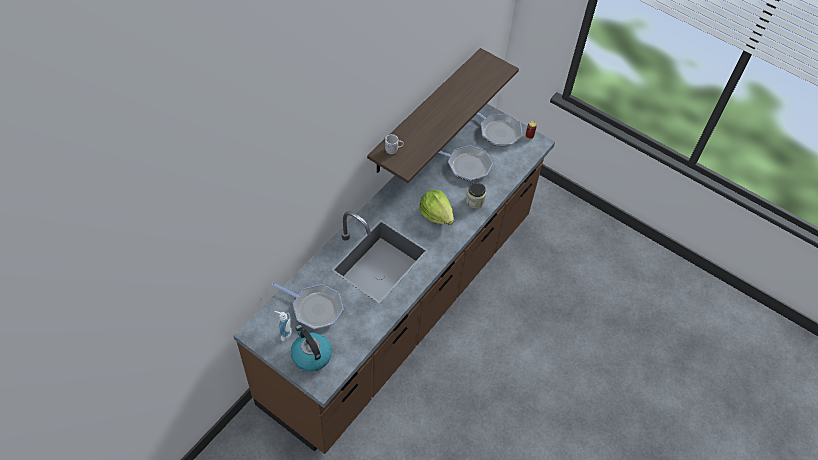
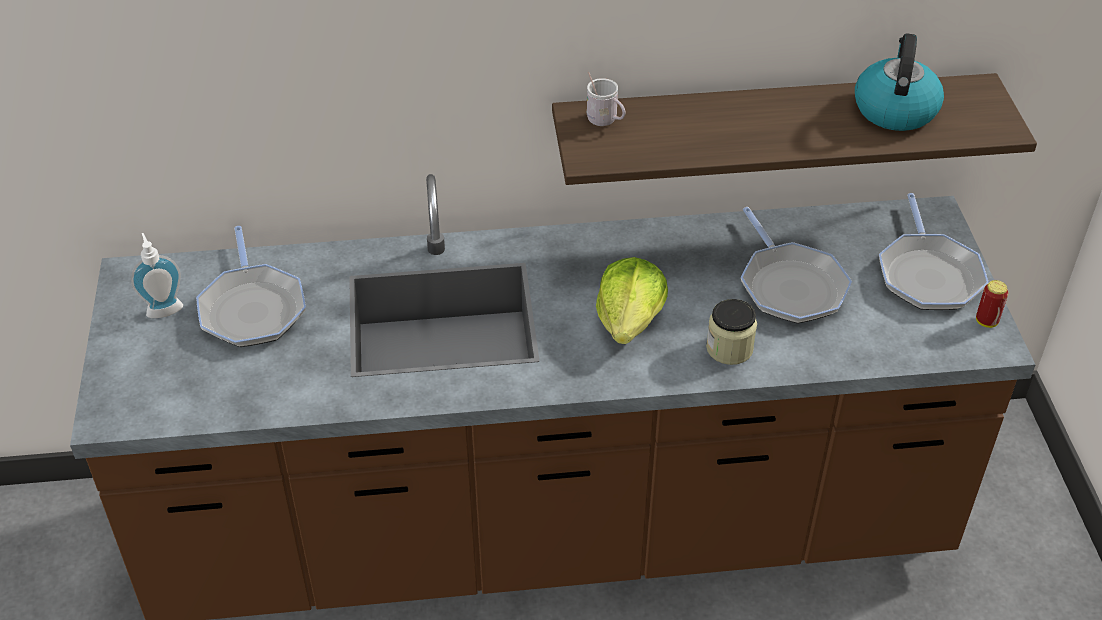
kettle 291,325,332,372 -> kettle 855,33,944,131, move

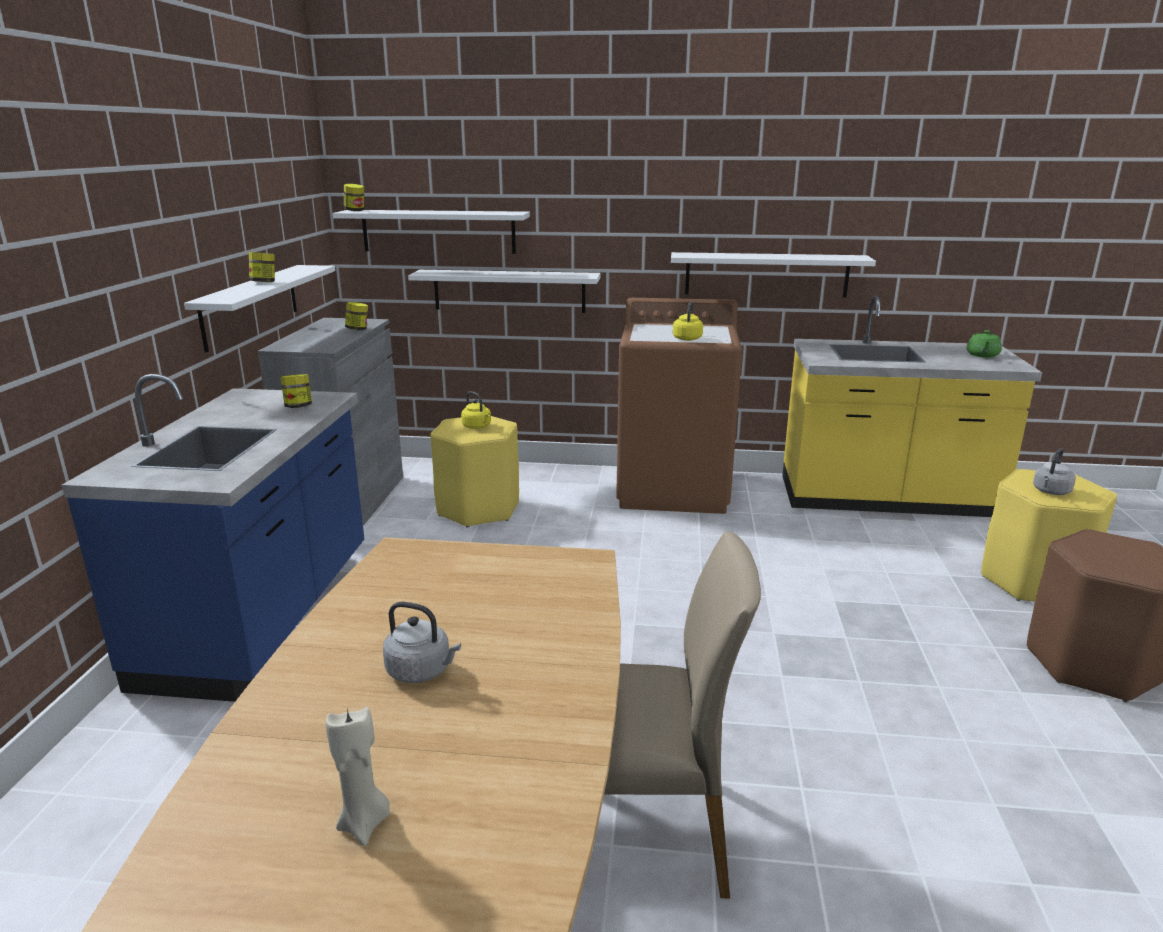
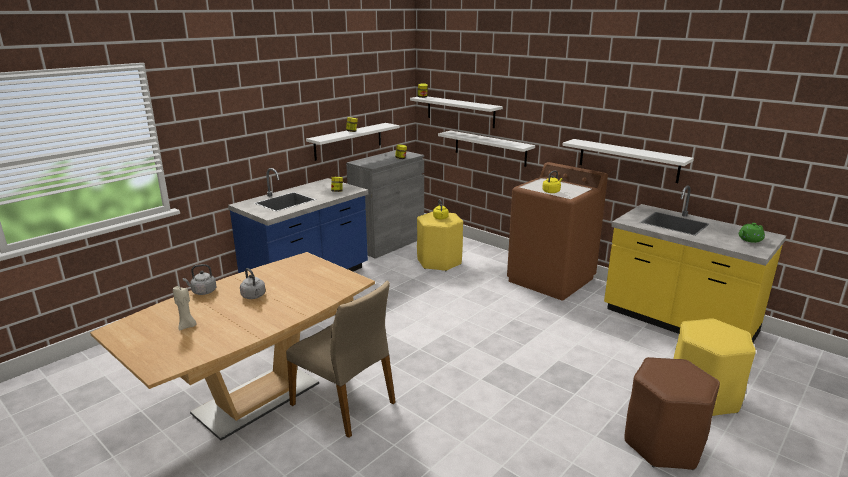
greyish kettle 1033,448,1076,495 -> greyish kettle 183,264,217,295, move

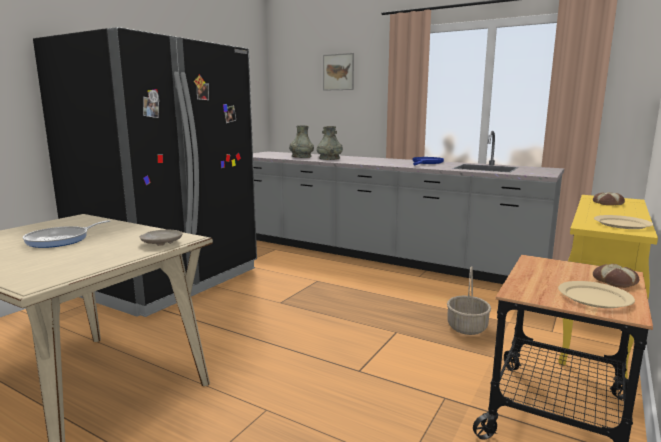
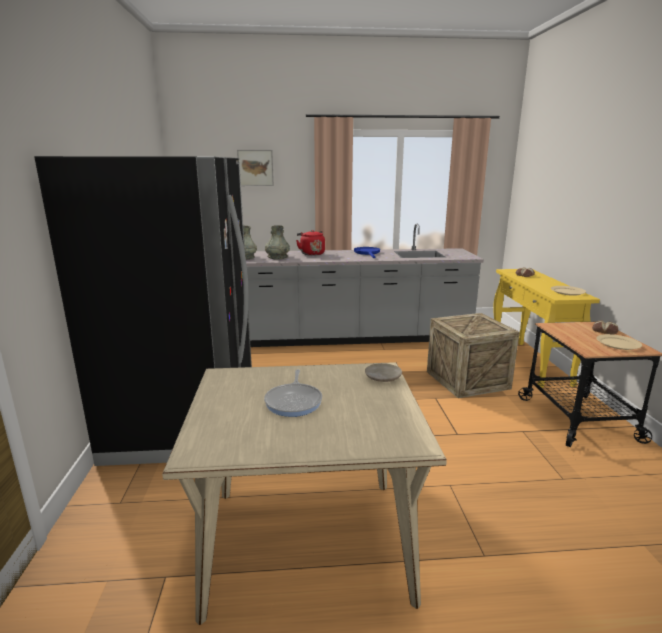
storage basket 447,266,491,335 -> crate 427,313,520,398
none -> red kettle 296,230,325,256

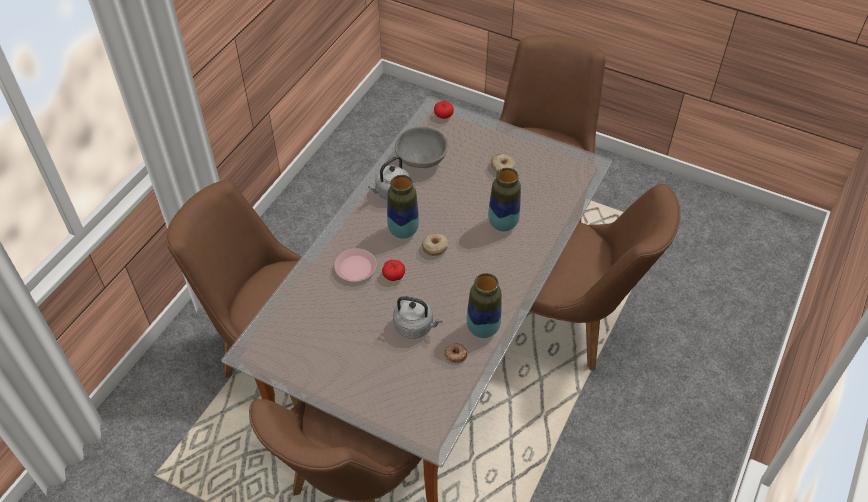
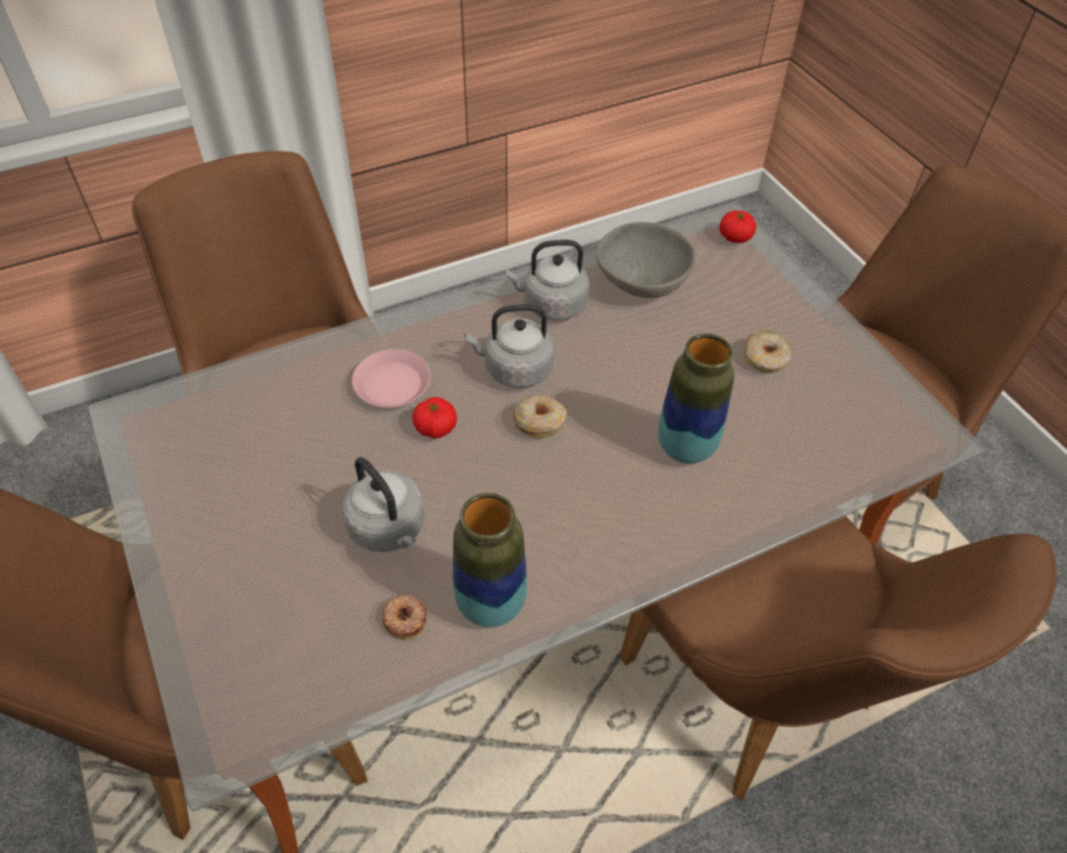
vase 387,175,419,239 -> greyish kettle 464,304,554,388

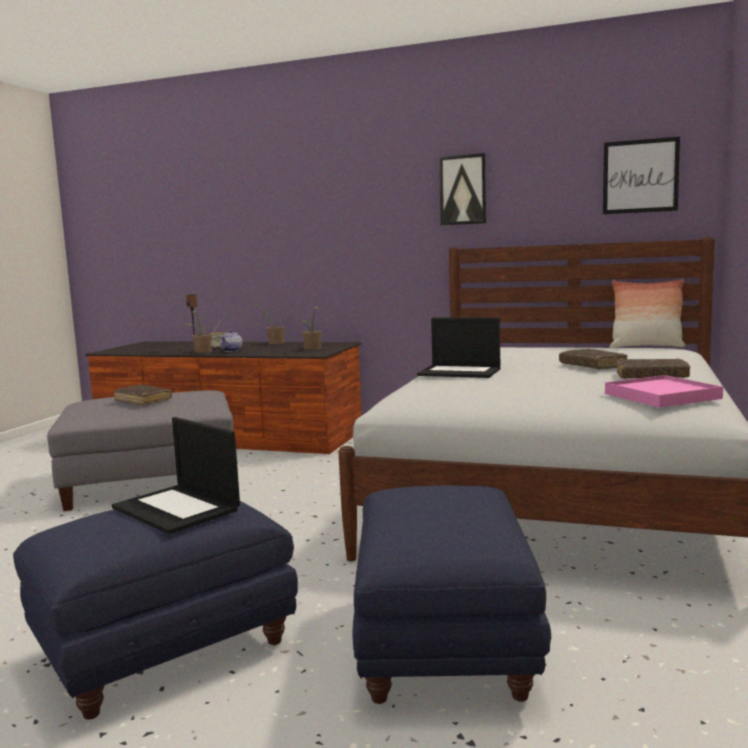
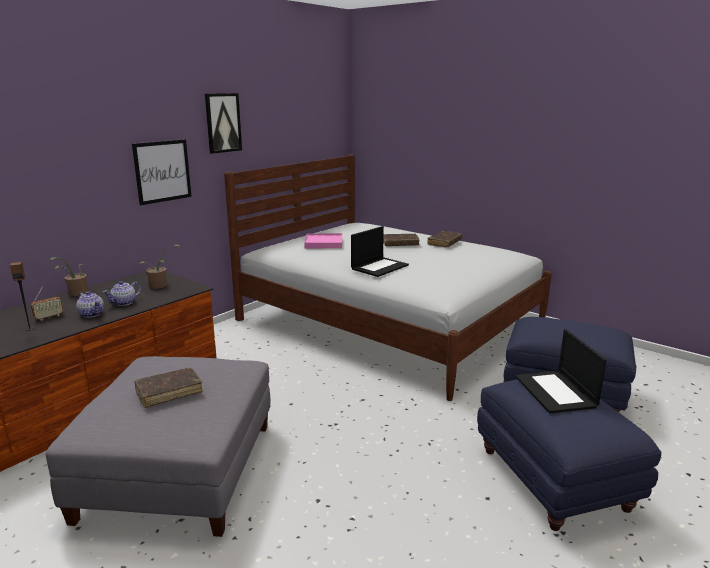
wall picture 603,137,680,214 -> wall picture 132,139,192,205, move
cushion 610,280,685,348 -> none
plant in a pot 187,311,212,353 -> none
pinkish serving tray 605,375,723,408 -> pinkish serving tray 304,233,342,248, move
portable computer 112,417,240,534 -> portable computer 515,329,607,414, 105 degrees clockwise
none -> pot for tea 103,281,141,306

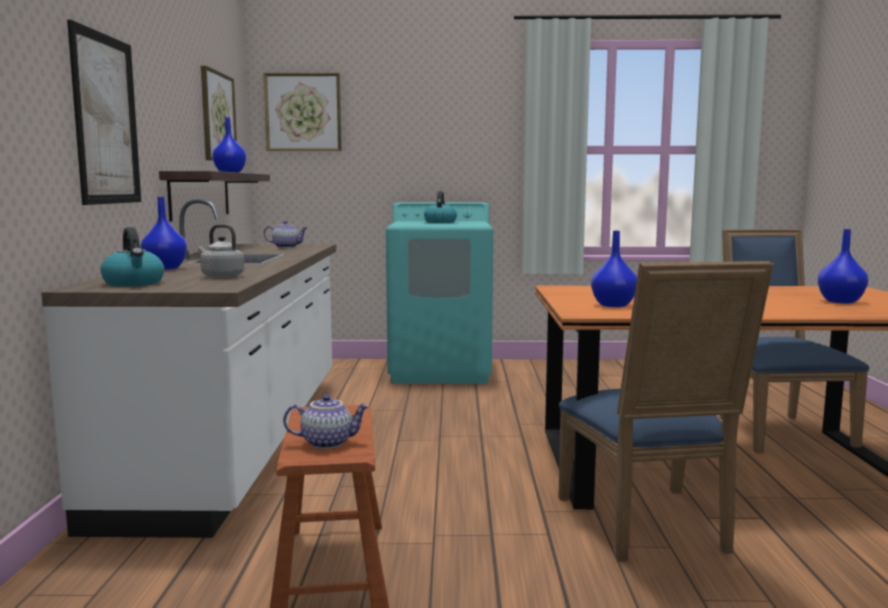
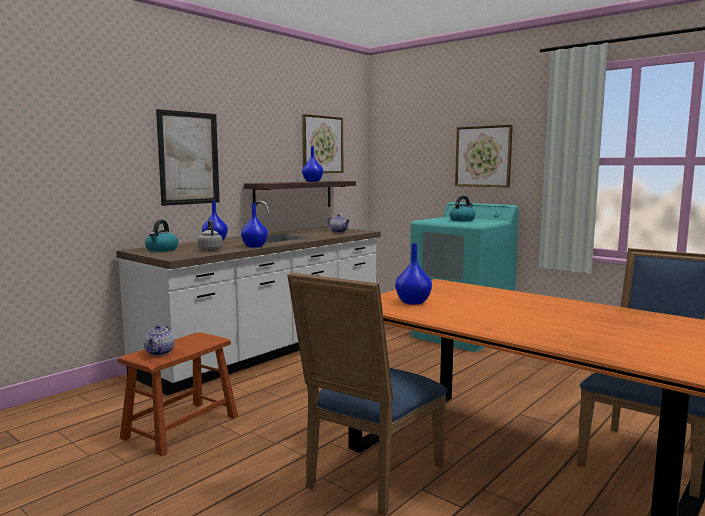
wall picture 263,73,342,151 -> wall picture 455,125,513,187, move
blue-coloured vase 818,229,869,303 -> blue-coloured vase 241,203,268,247, move
pot for tea 283,394,370,449 -> pot for tea 144,325,175,356, 60 degrees clockwise

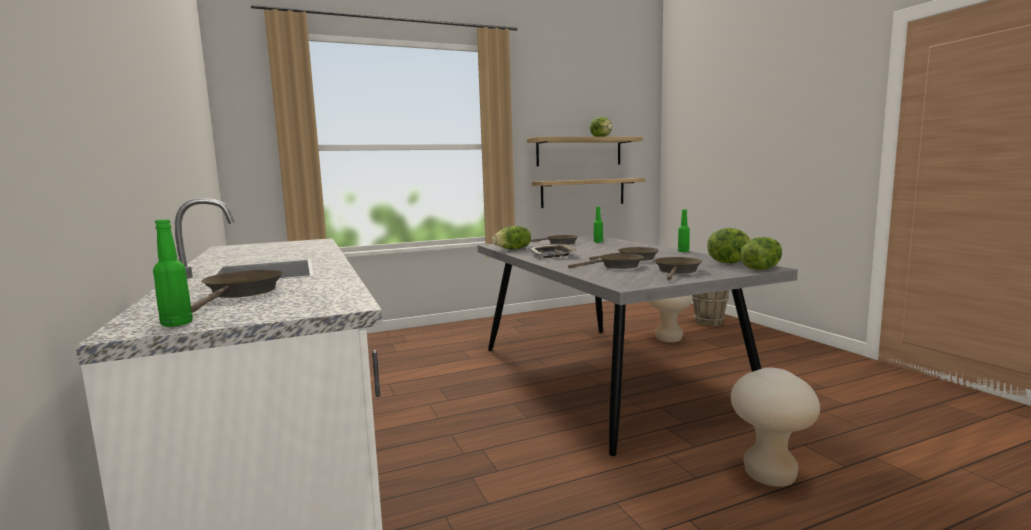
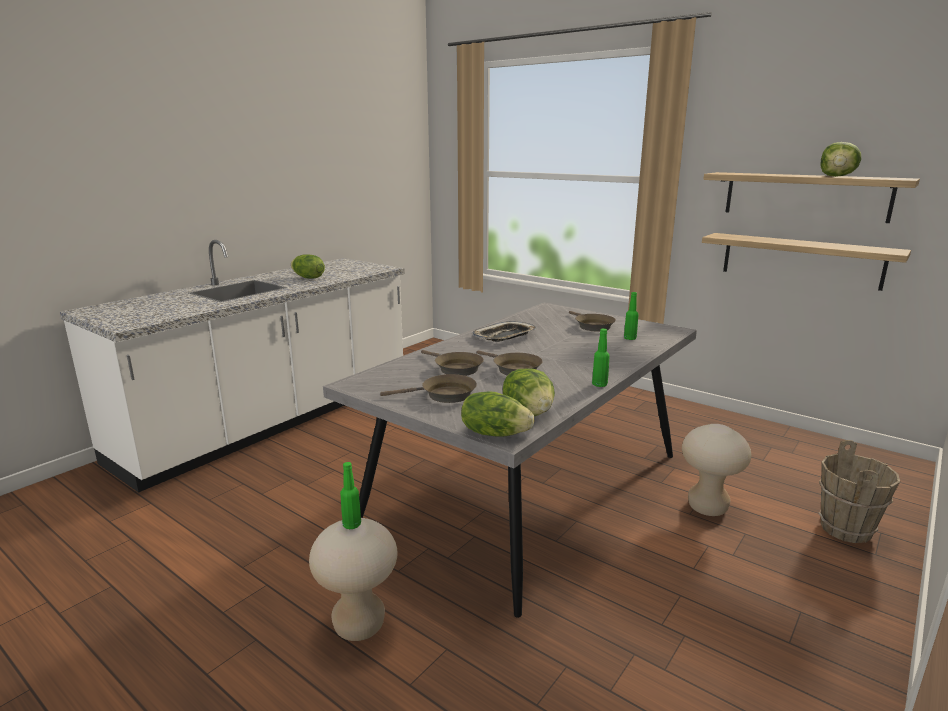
green-coloured beverage bottle 153,219,193,327 -> green-coloured beverage bottle 340,462,361,529, move
head of lettuce 492,226,531,249 -> head of lettuce 291,254,325,279, move
brownish pan 191,270,283,313 -> none

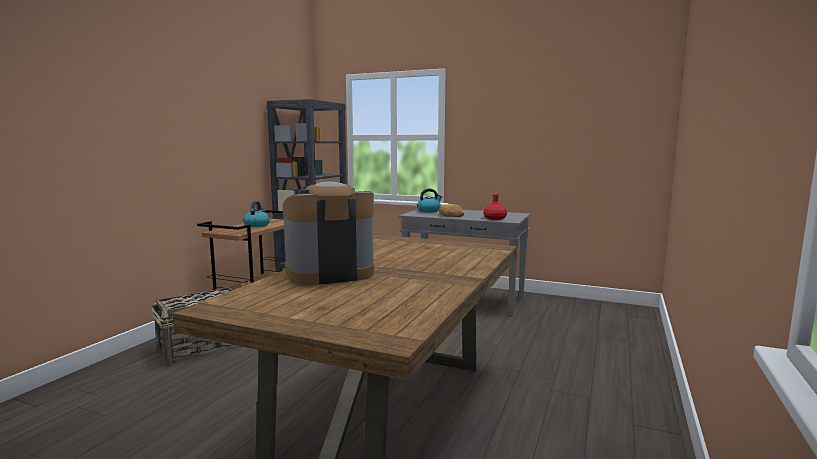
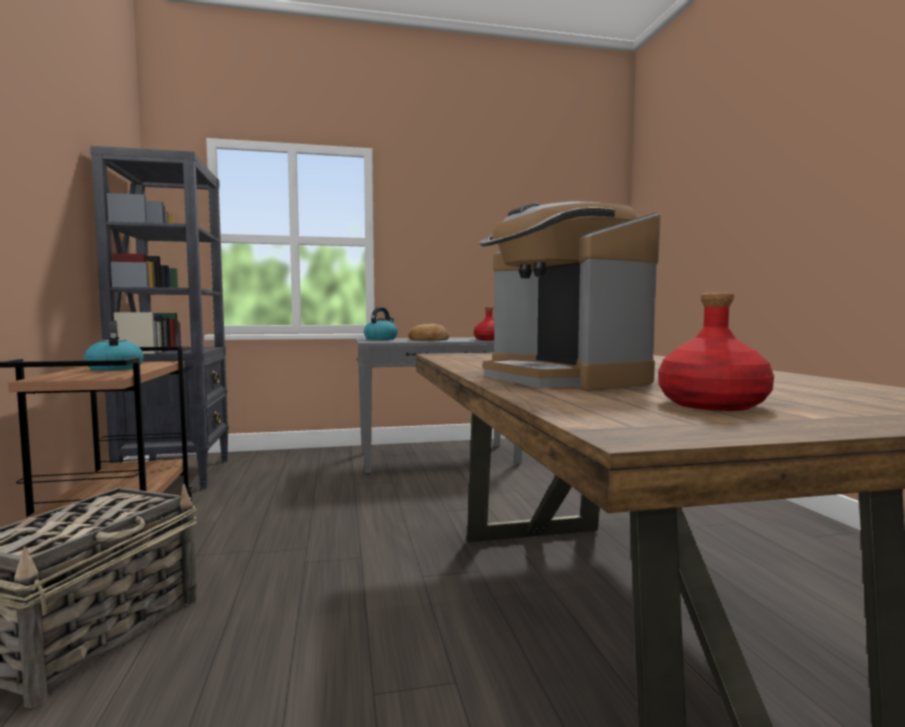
coffee maker 282,182,374,285 -> coffee maker 479,201,661,390, 60 degrees counterclockwise
none -> red beverage bottle 658,292,774,411

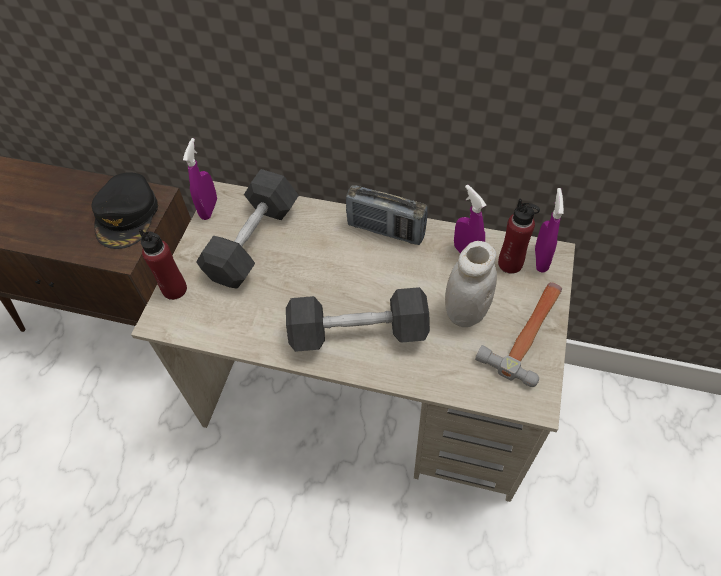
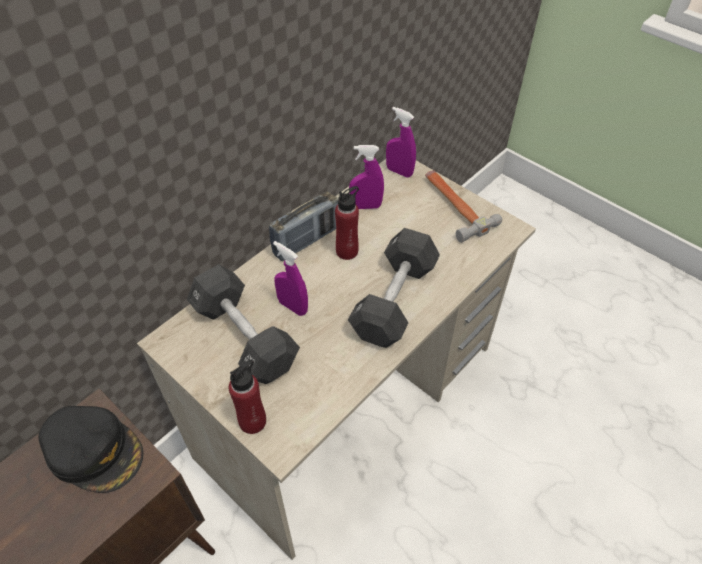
purple hand sprayer 183,138,217,220 -> purple hand sprayer 273,241,308,316, move
red beverage bottle 498,199,540,274 -> red beverage bottle 335,186,359,260, move
white-coloured jar 445,241,497,327 -> none

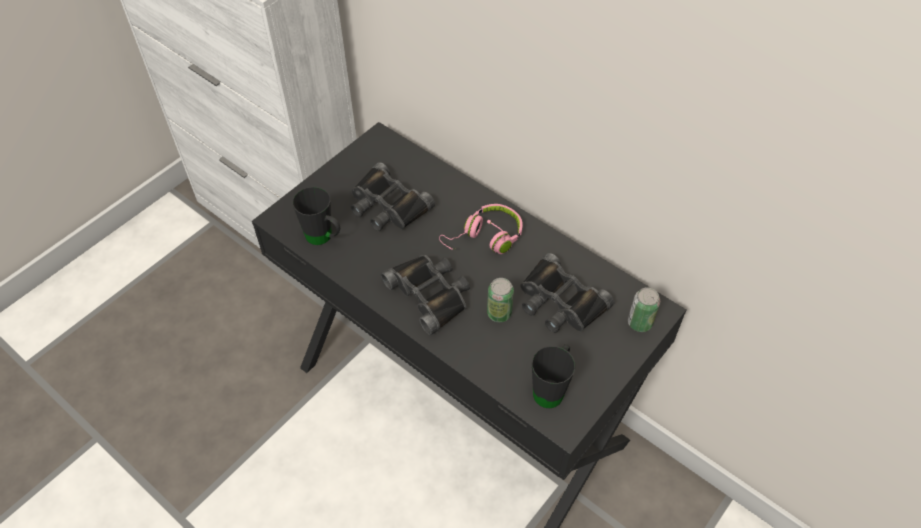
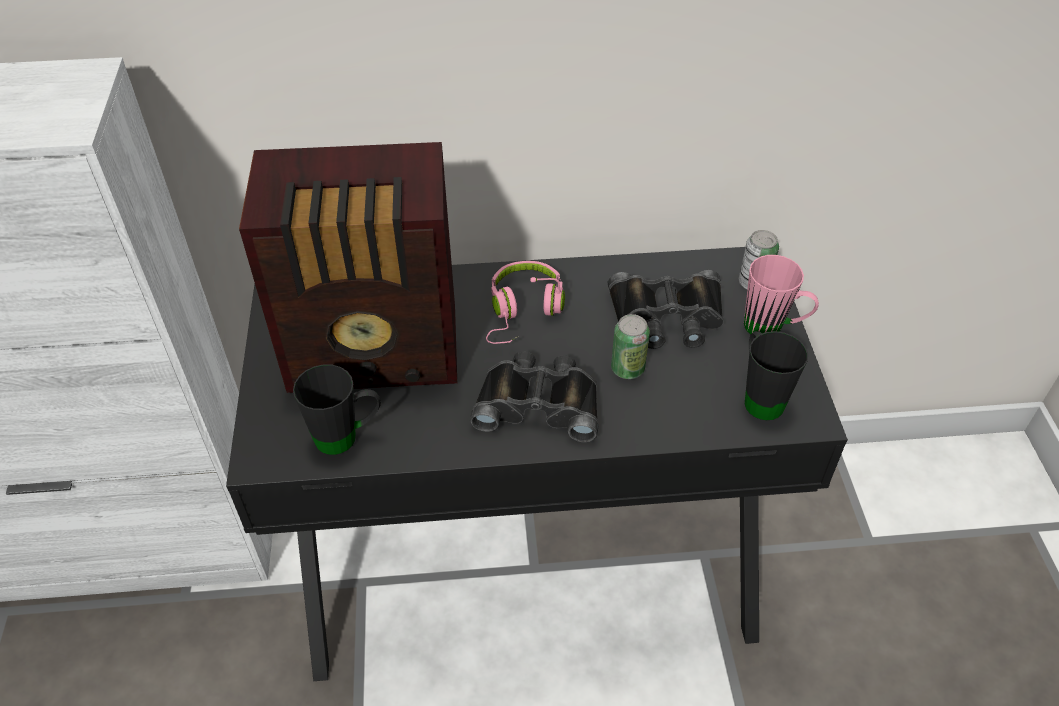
black field glasses 351,162,435,231 -> radio 239,142,457,393
none -> pinkish coffee mug 744,255,819,334

